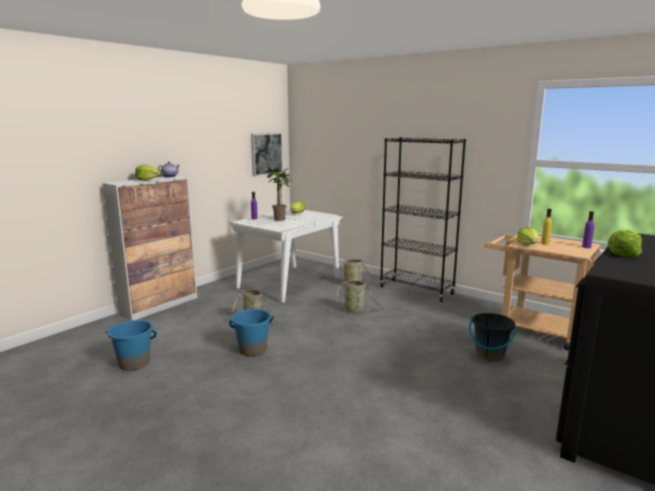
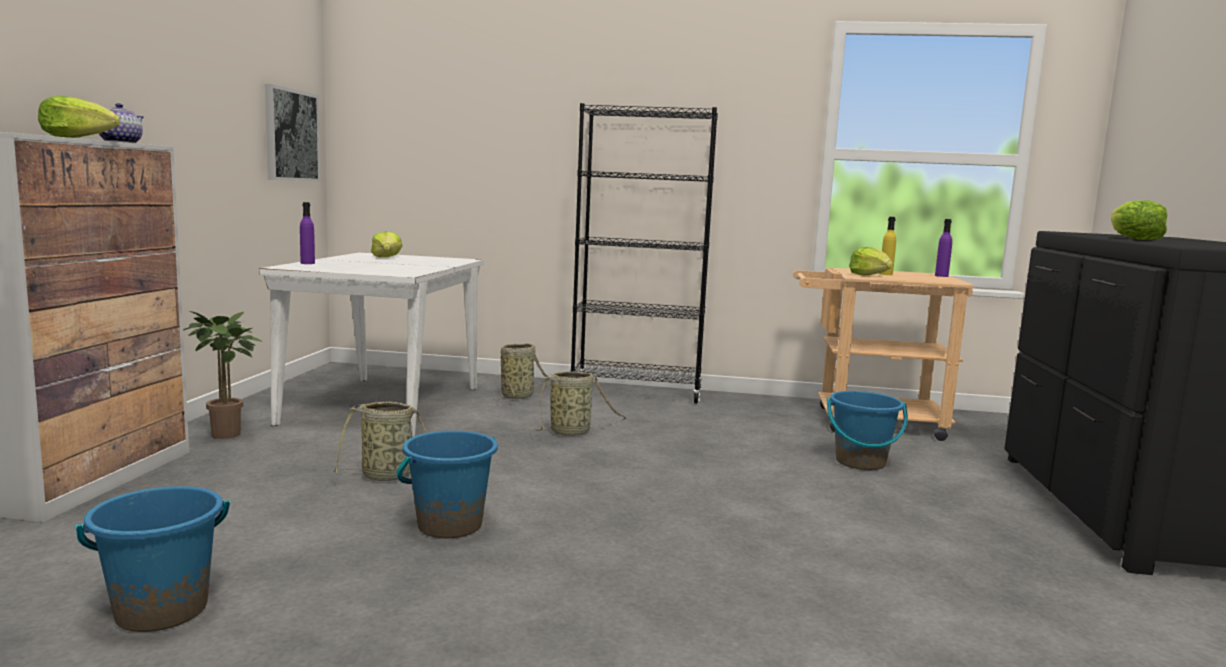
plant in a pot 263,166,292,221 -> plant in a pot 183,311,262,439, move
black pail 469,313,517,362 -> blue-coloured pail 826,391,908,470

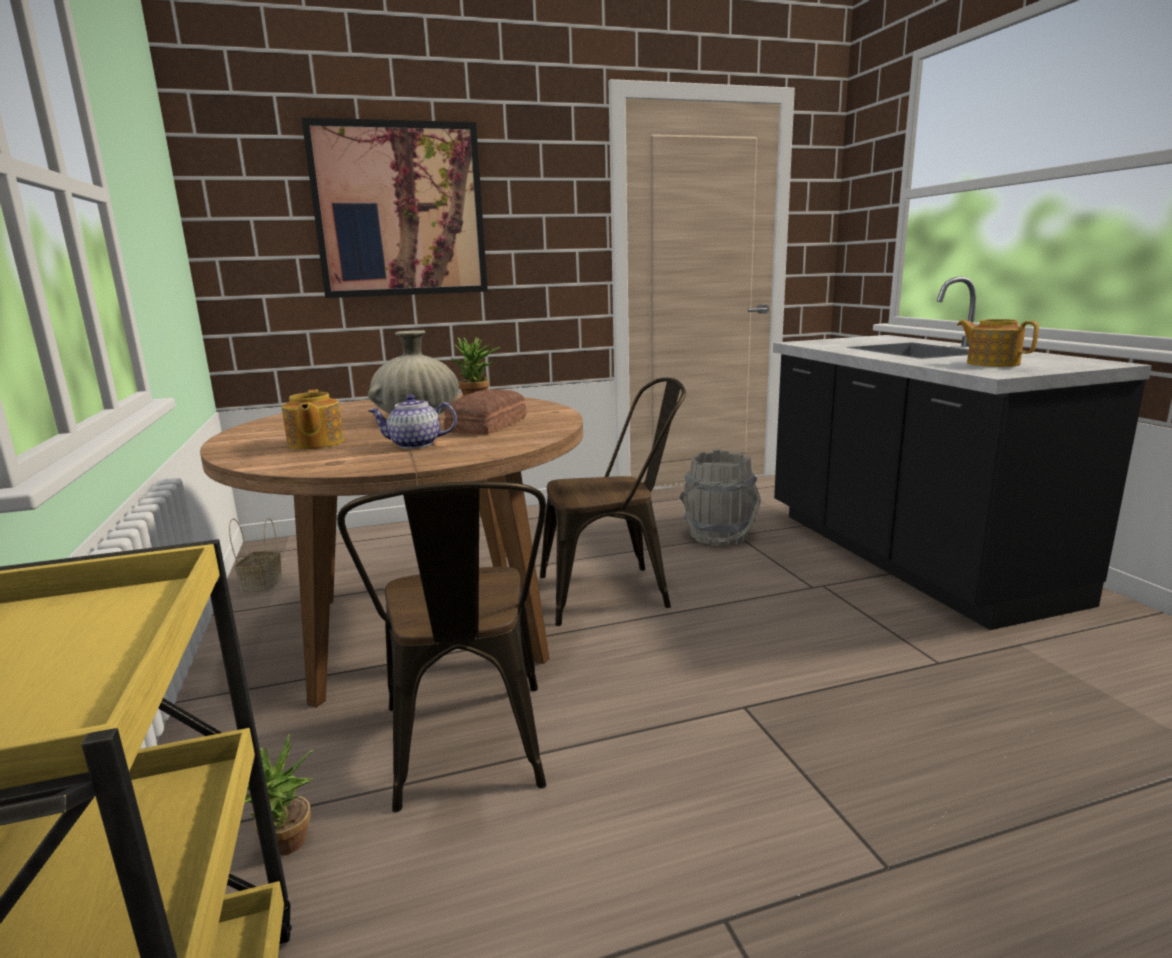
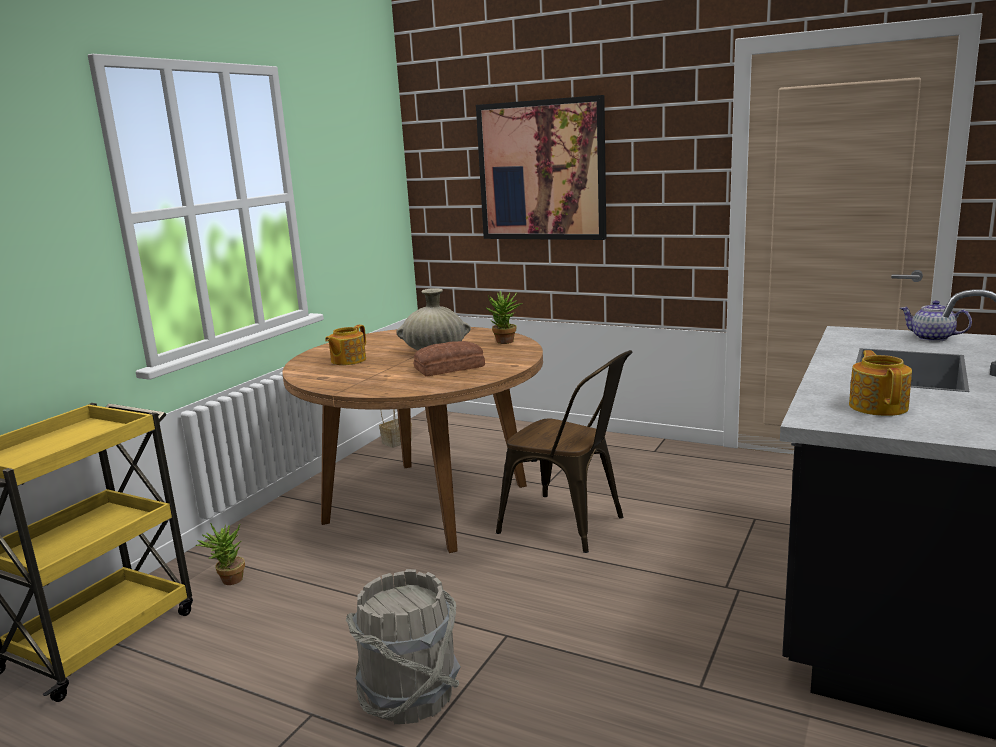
pot for tea 368,394,457,449 -> pot for tea 900,300,972,342, move
greyish pail 680,449,761,546 -> greyish pail 346,569,461,724, move
brownish chair 337,481,546,812 -> none

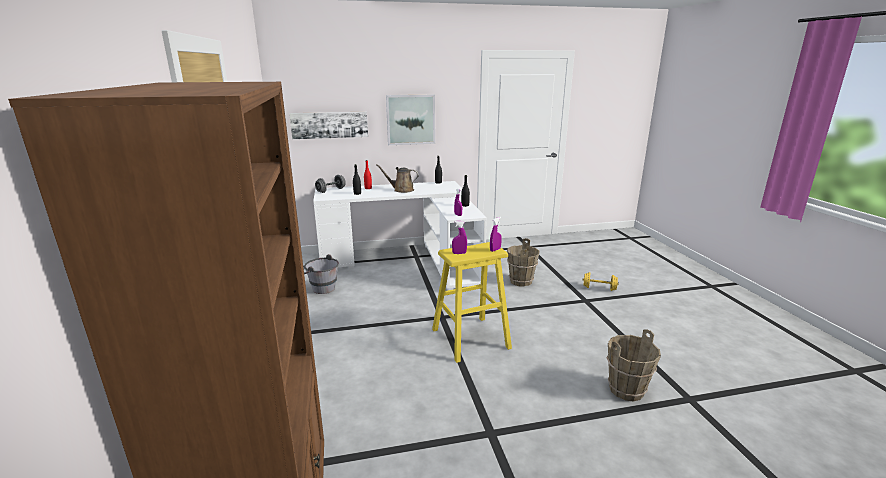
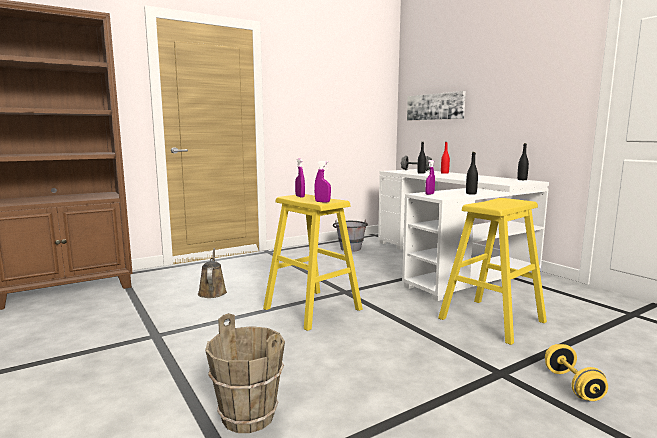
wall picture 386,95,435,145 -> none
brownish watering can 376,164,419,193 -> brownish watering can 198,248,227,298, move
brownish pail 507,238,540,287 -> yellow stool 438,198,547,345

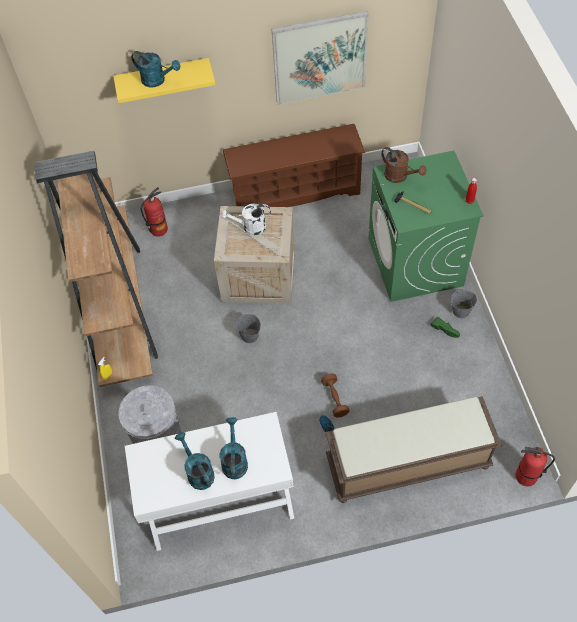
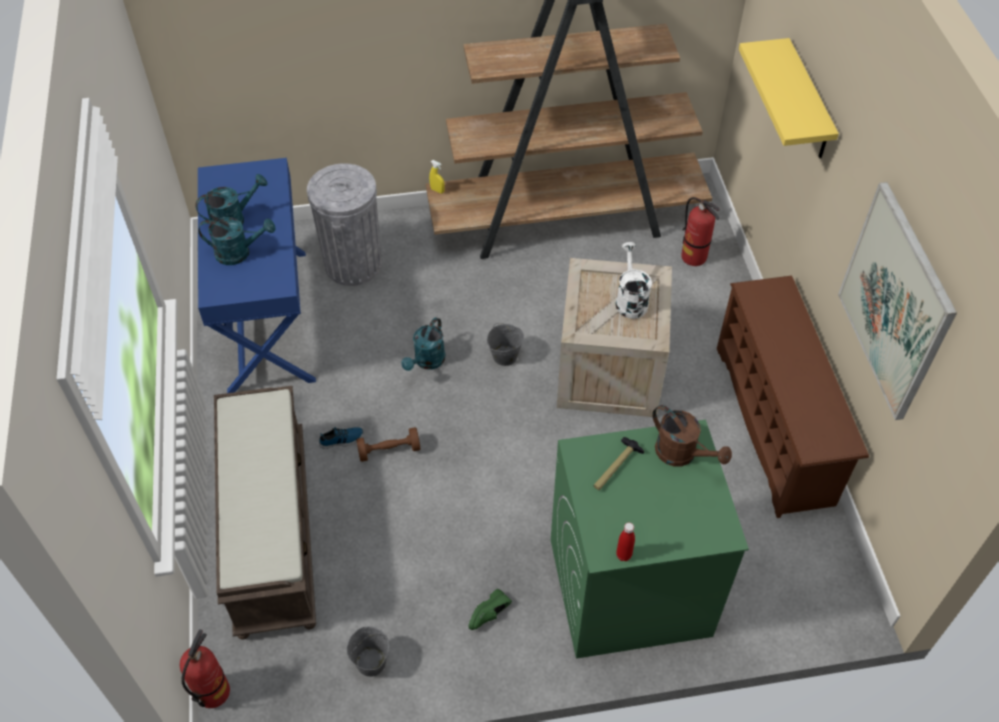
blue-green watering can 131,51,180,87 -> blue-green watering can 401,317,446,371, move
brownish watering can 381,147,427,183 -> brownish watering can 652,405,732,466, 90 degrees counterclockwise
greyish pail 451,289,477,318 -> greyish pail 347,626,389,677, move
white-coloured desk unit 125,412,294,551 -> blue-coloured desk unit 198,158,316,393

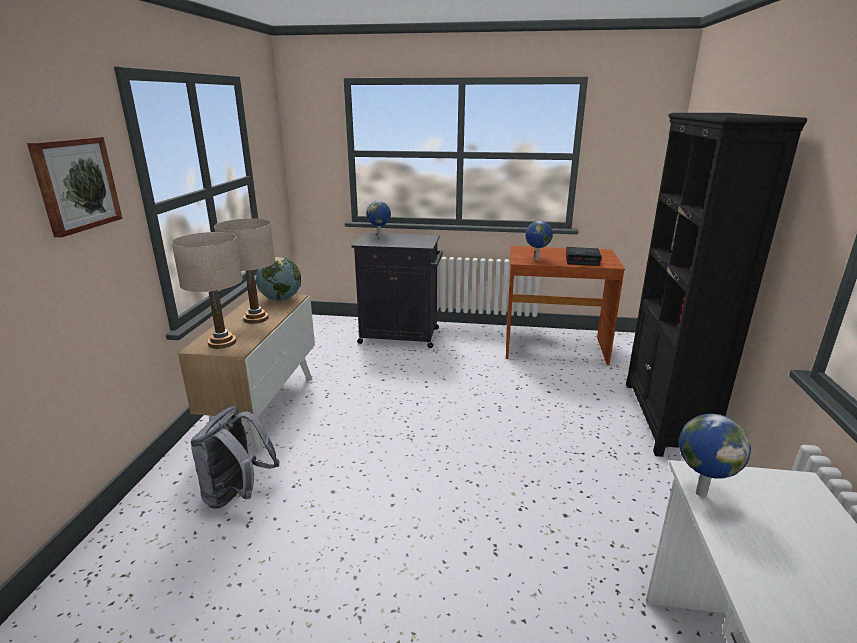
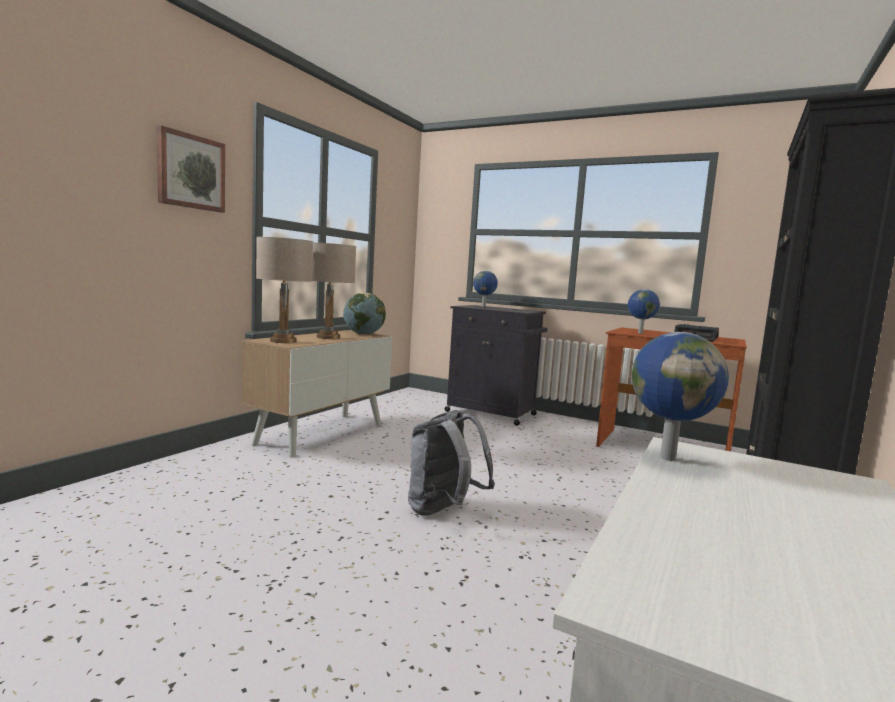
greyish rucksack 191,406,279,509 -> greyish rucksack 408,410,495,516, move

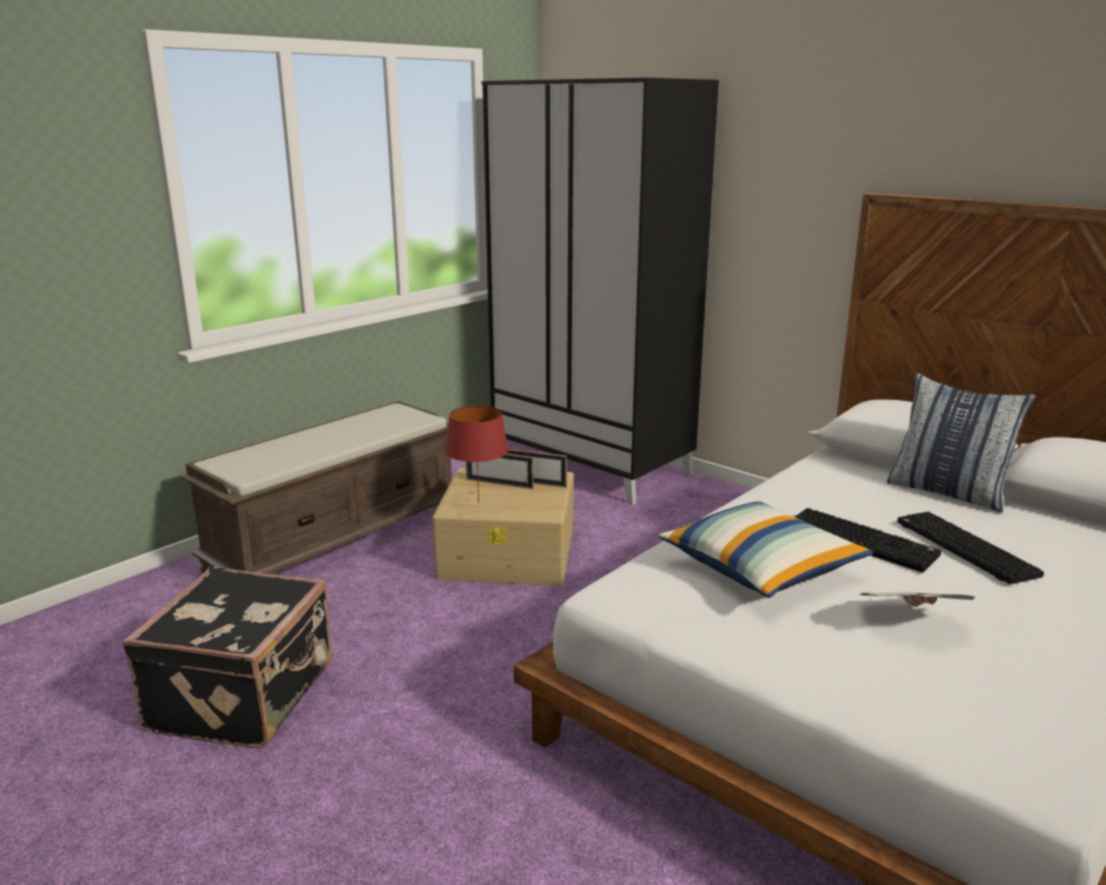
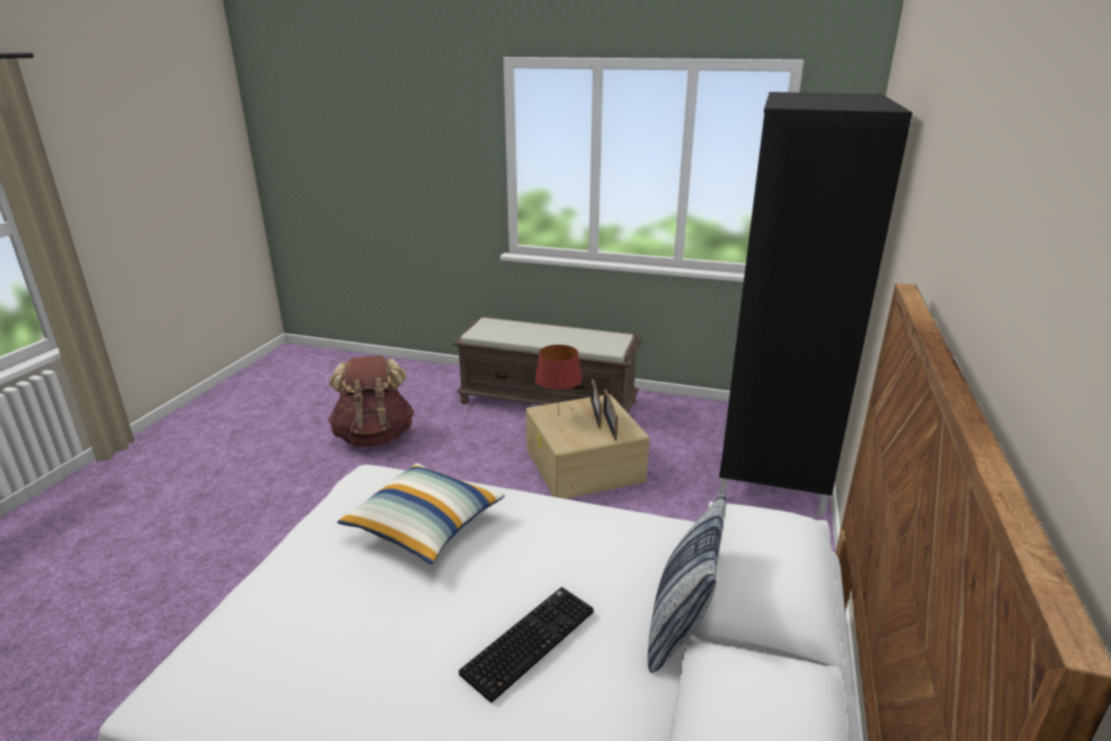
keyboard 795,508,941,573 -> none
black travel case 122,566,333,748 -> brownish rucksack 328,356,414,447
newspaper 859,592,975,607 -> none

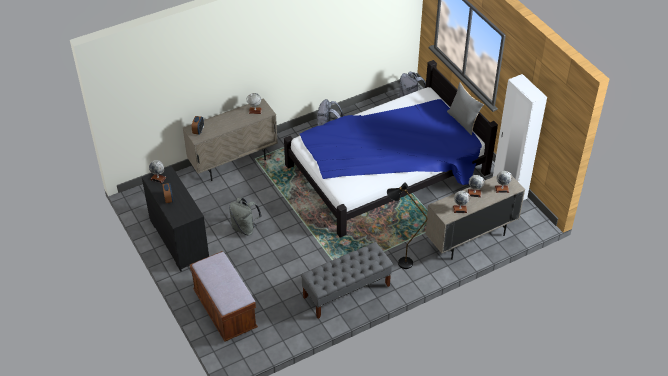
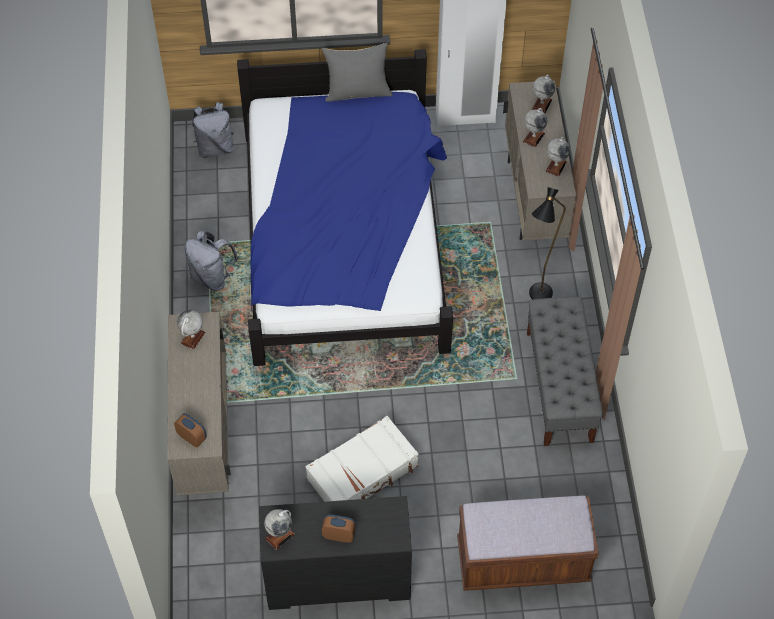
greyish rucksack 229,197,262,235 -> white-coloured travel case 305,416,419,502

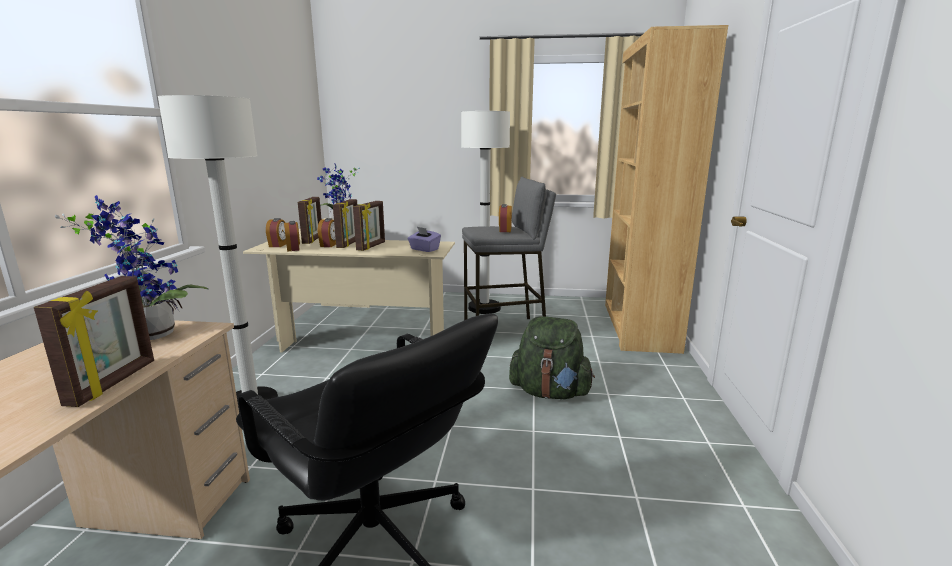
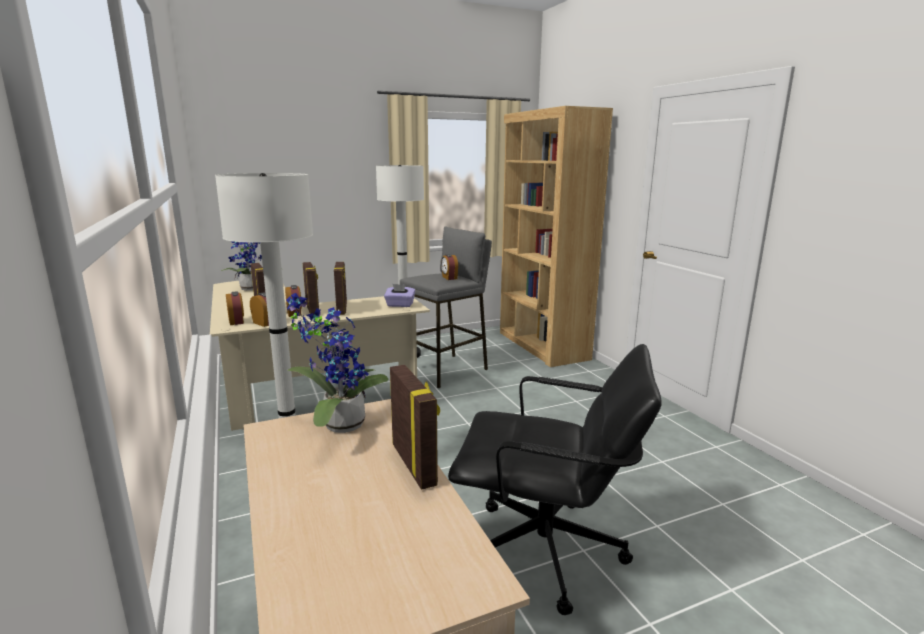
green-coloured rucksack 509,316,595,399 -> none

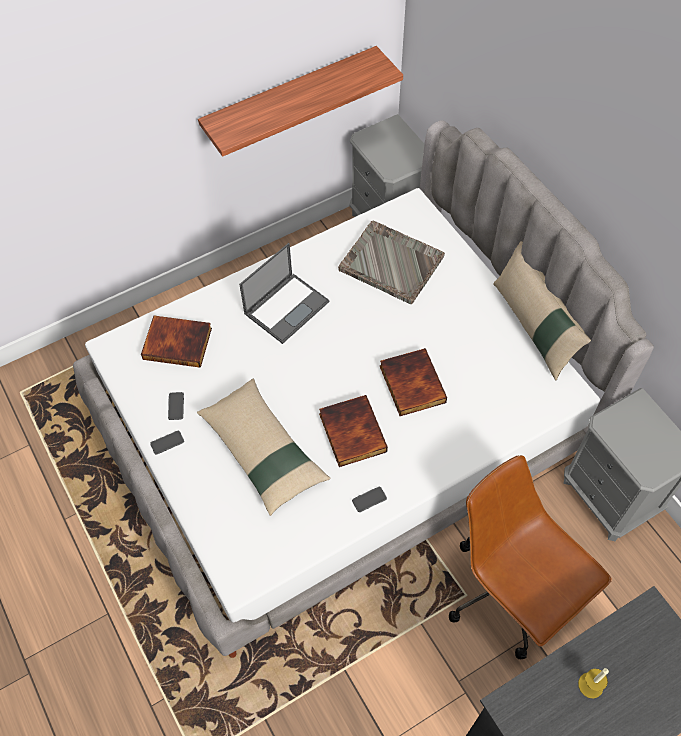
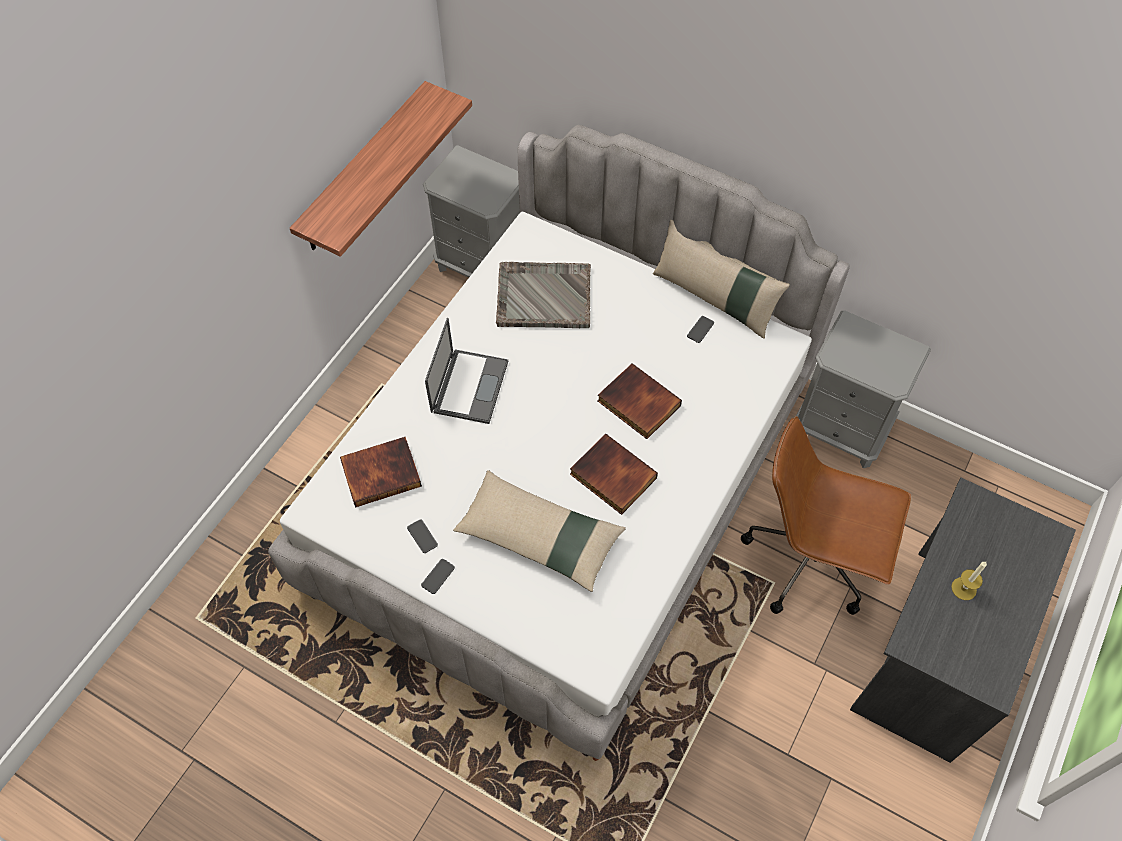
phone 352,486,387,512 -> phone 687,316,714,343, move

